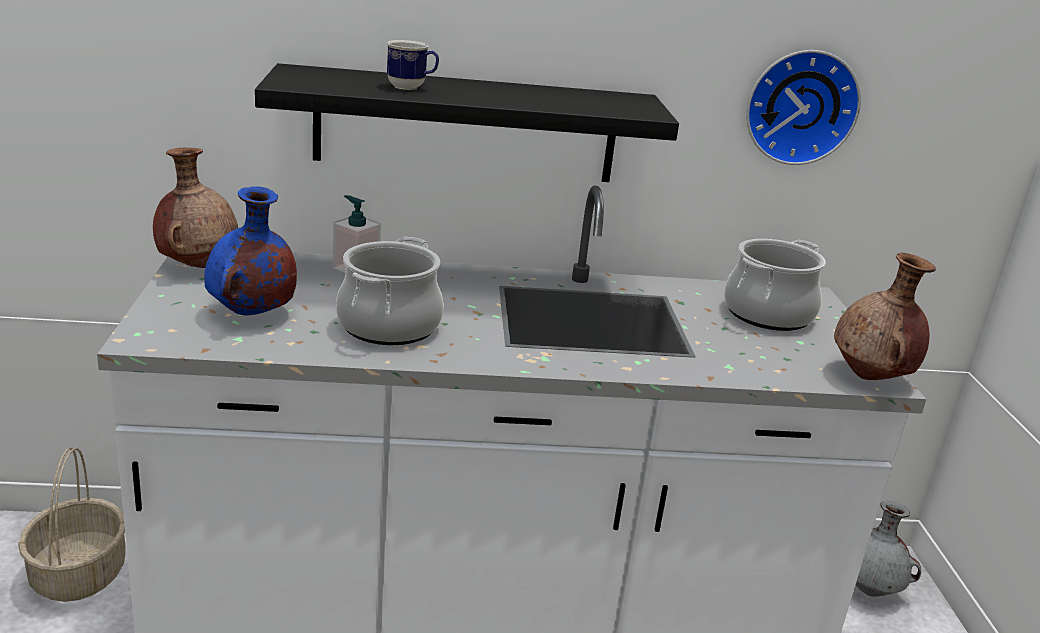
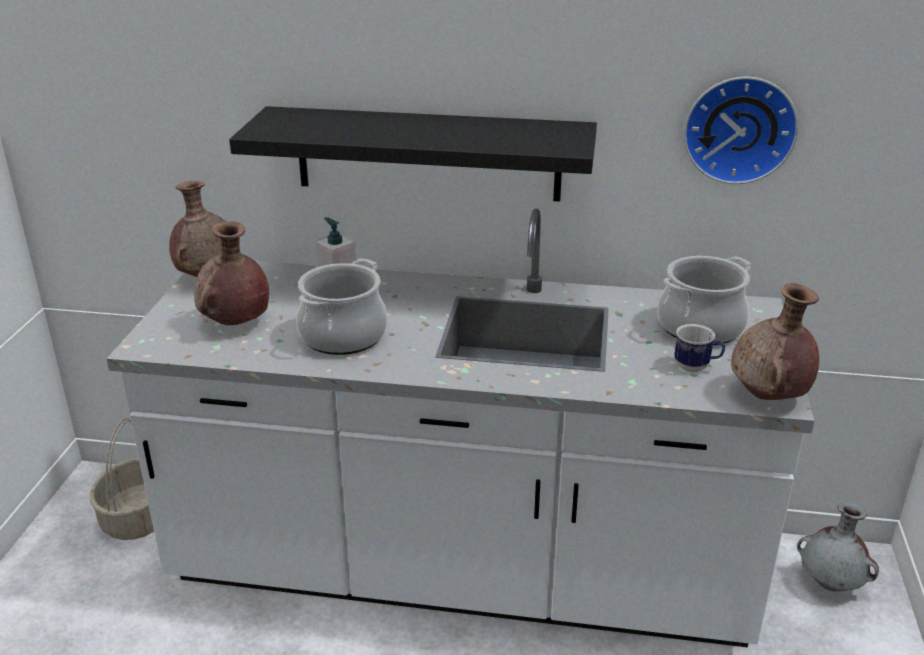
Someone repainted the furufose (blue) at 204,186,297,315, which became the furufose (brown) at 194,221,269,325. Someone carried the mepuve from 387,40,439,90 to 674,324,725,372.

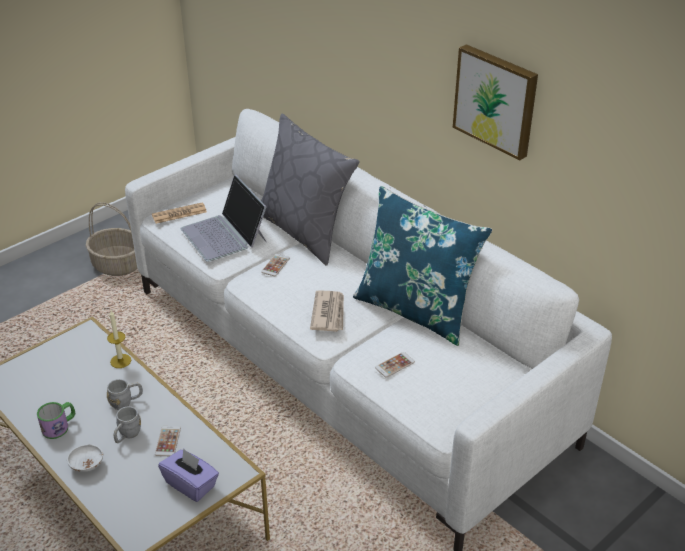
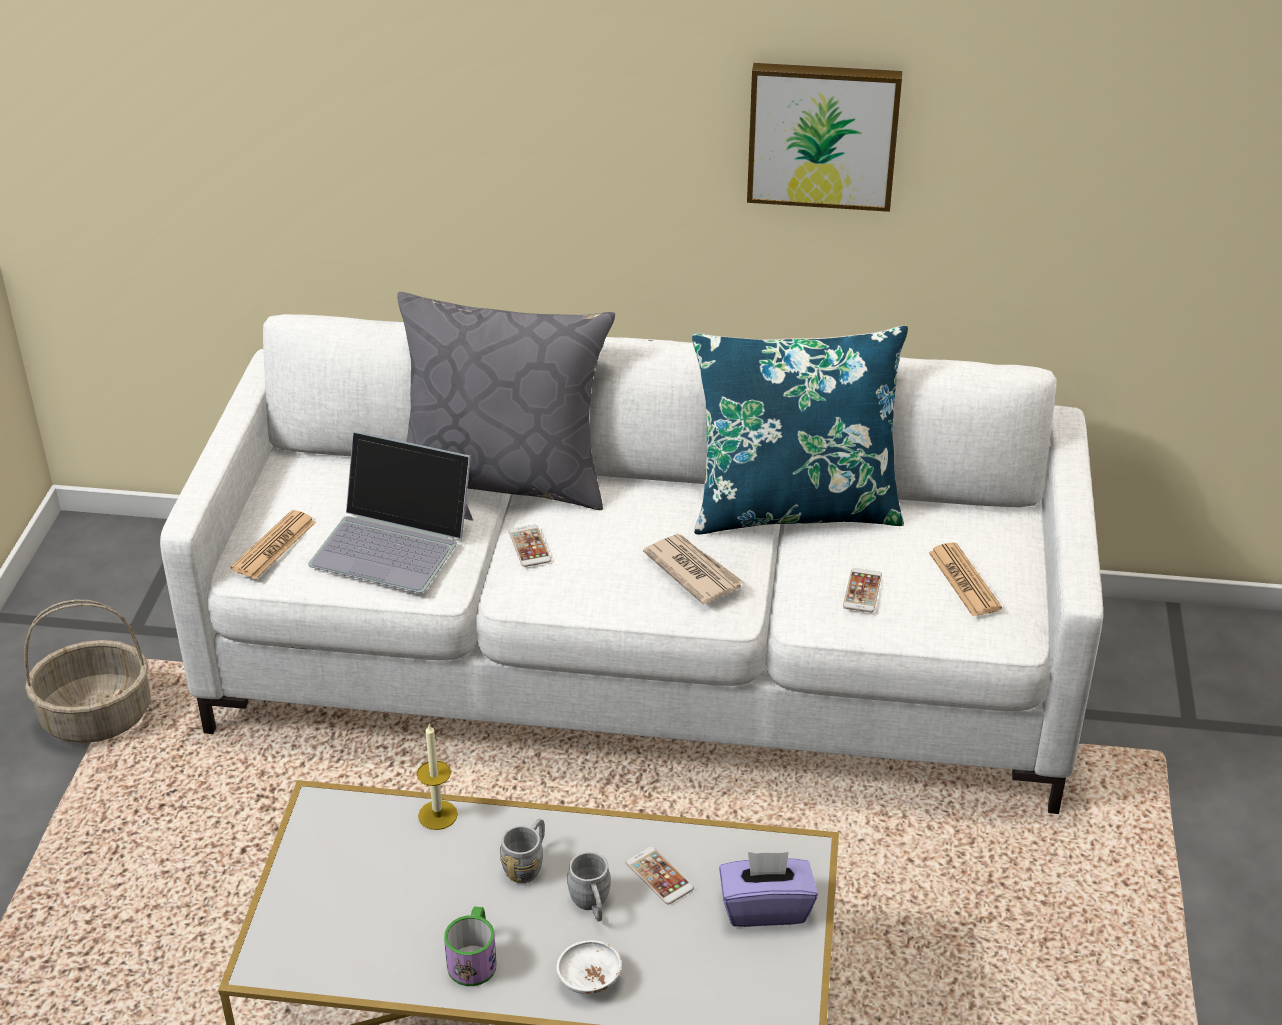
Someone put down the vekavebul at 928,543,1002,616.

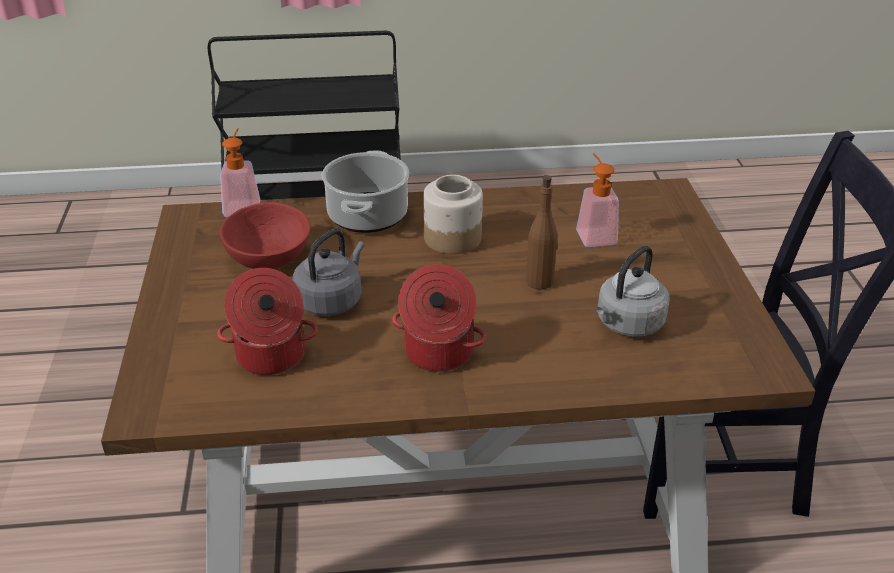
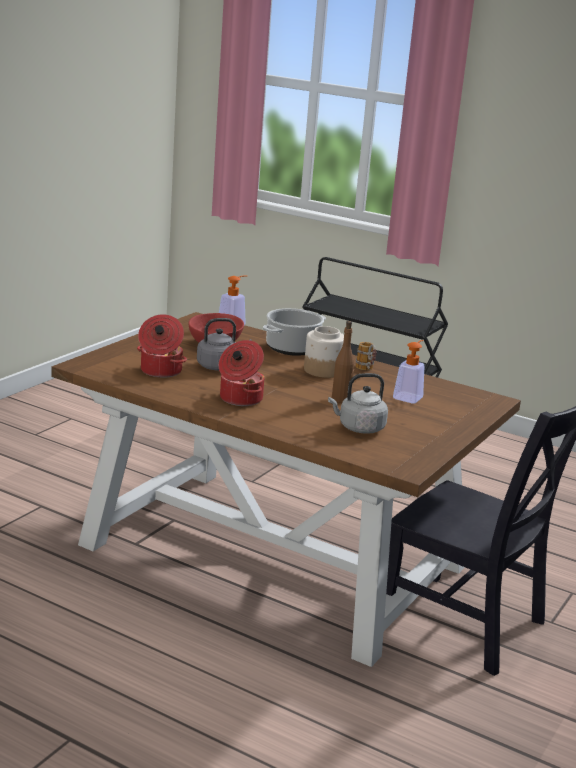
Someone put down the mepuve at 356,342,377,370.

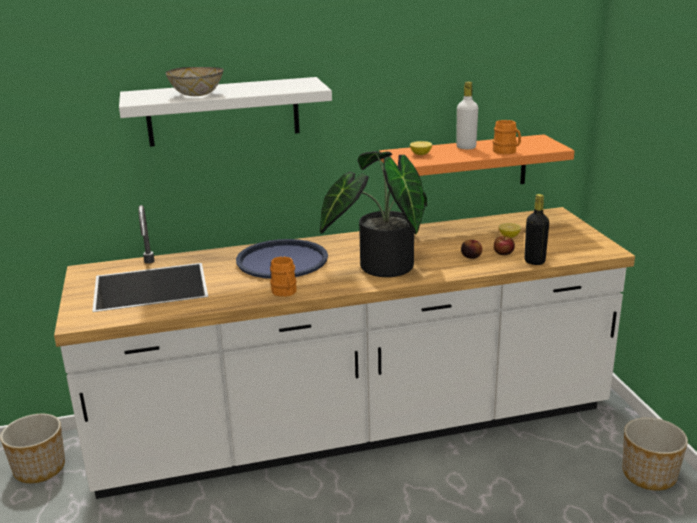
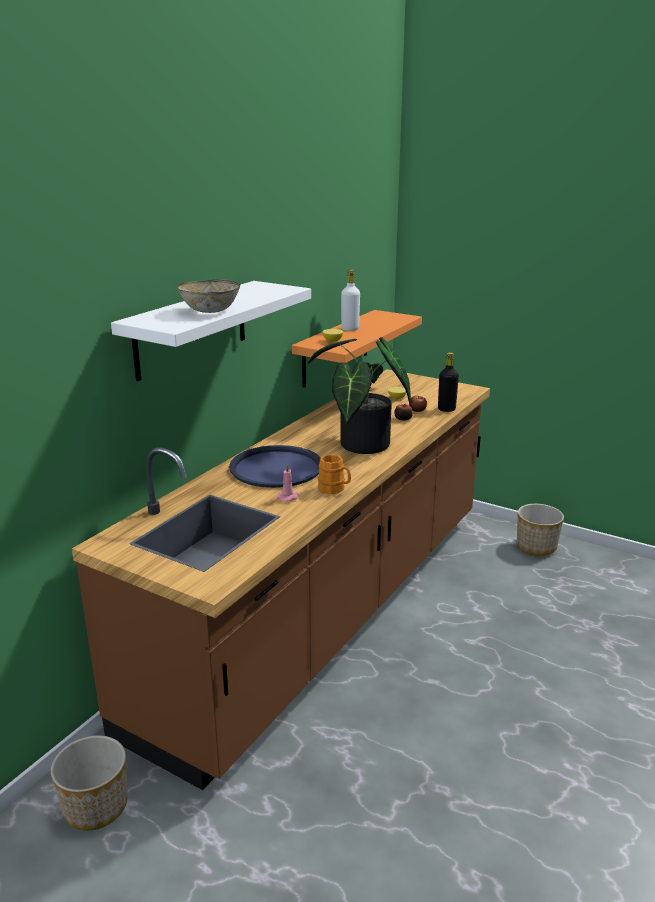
Someone repainted the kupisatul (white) at 54,205,635,499, which became the kupisatul (brown) at 72,369,490,790. Someone took away the mepuve (orange) at 493,120,521,154. Someone put down the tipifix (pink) at 277,464,299,502.

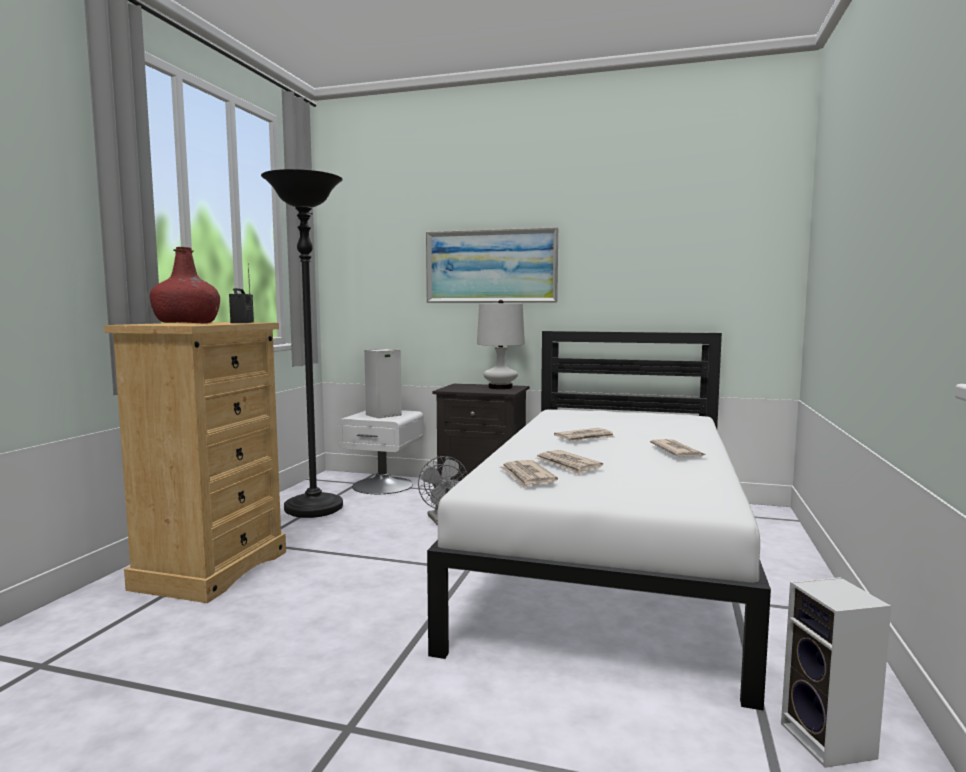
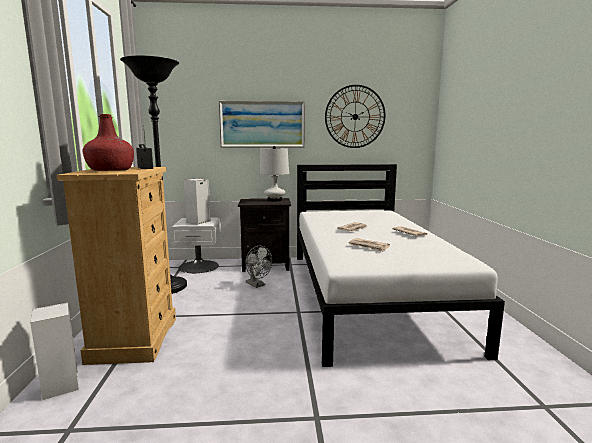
Someone took away the vekavebul at 500,460,558,488. Someone carried the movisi from 781,577,891,768 to 30,303,79,400. Someone put up the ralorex at 325,85,385,148.

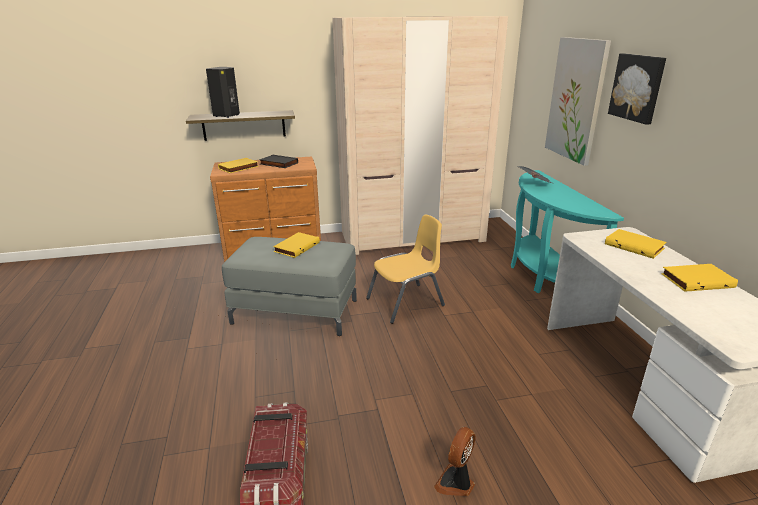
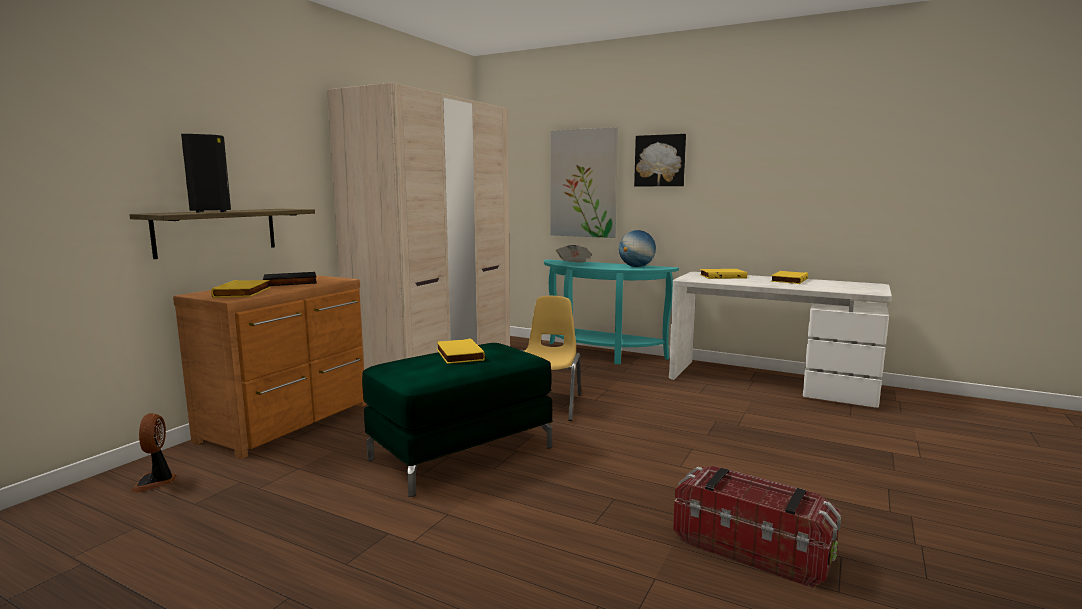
Someone repainted the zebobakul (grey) at 222,237,357,336, which became the zebobakul (green) at 362,343,553,497. Someone carried the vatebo from 434,427,476,496 to 131,413,177,493. Someone put down the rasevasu at 619,230,656,267.

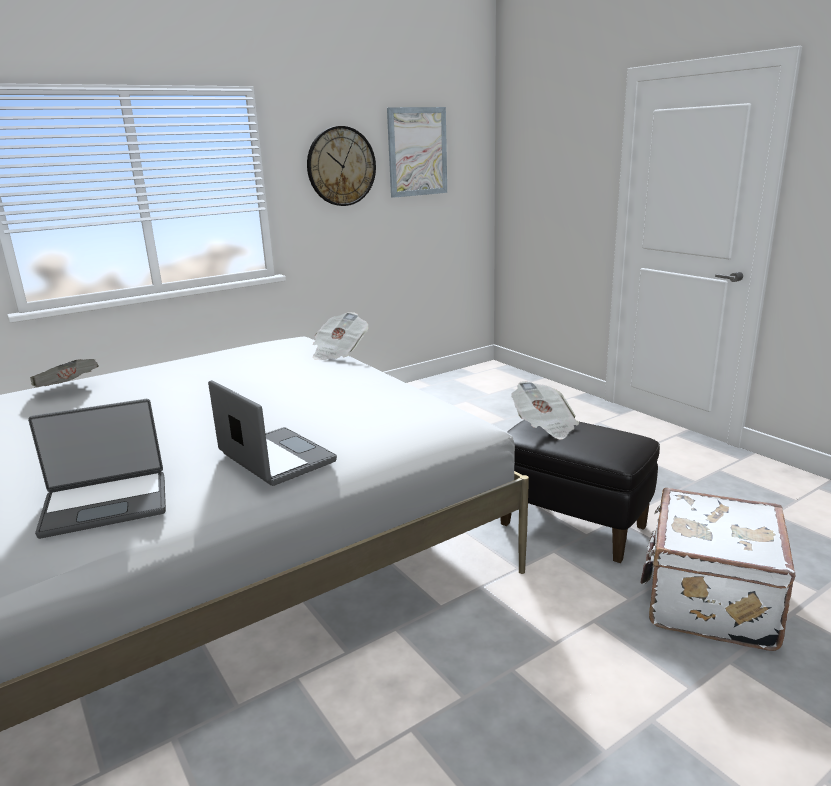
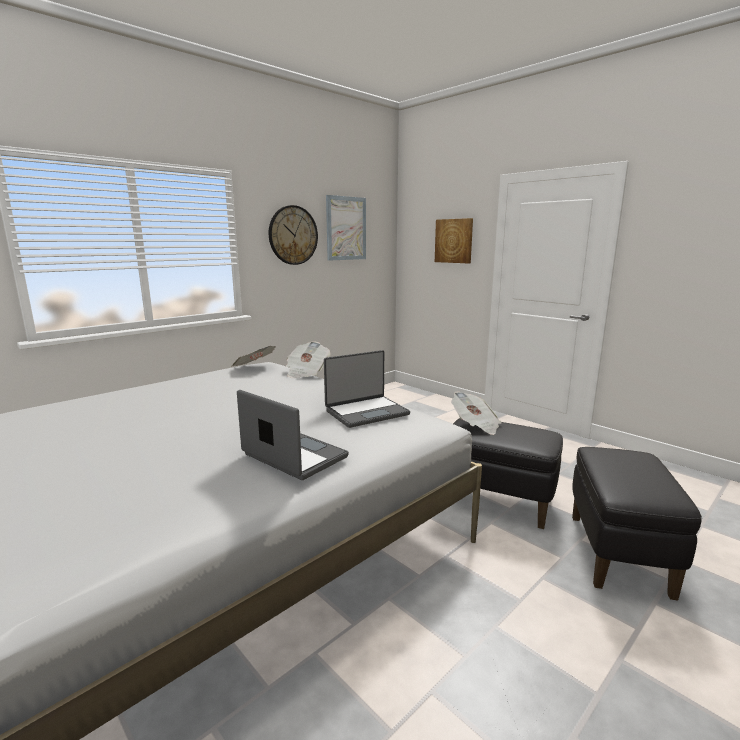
Someone carried the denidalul from 28,399,166,539 to 324,350,410,428. Someone carried the vekavebul from 30,359,99,387 to 232,346,276,366. Someone swapped the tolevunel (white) at 640,488,795,651 for the zebobakul (black) at 572,447,702,600. Someone put up the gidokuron at 435,218,473,263.

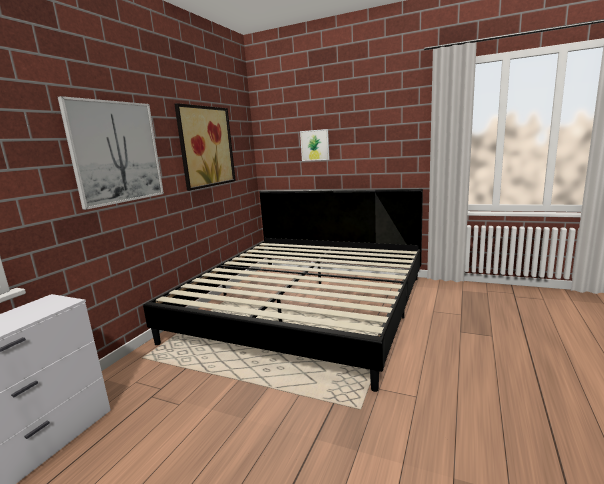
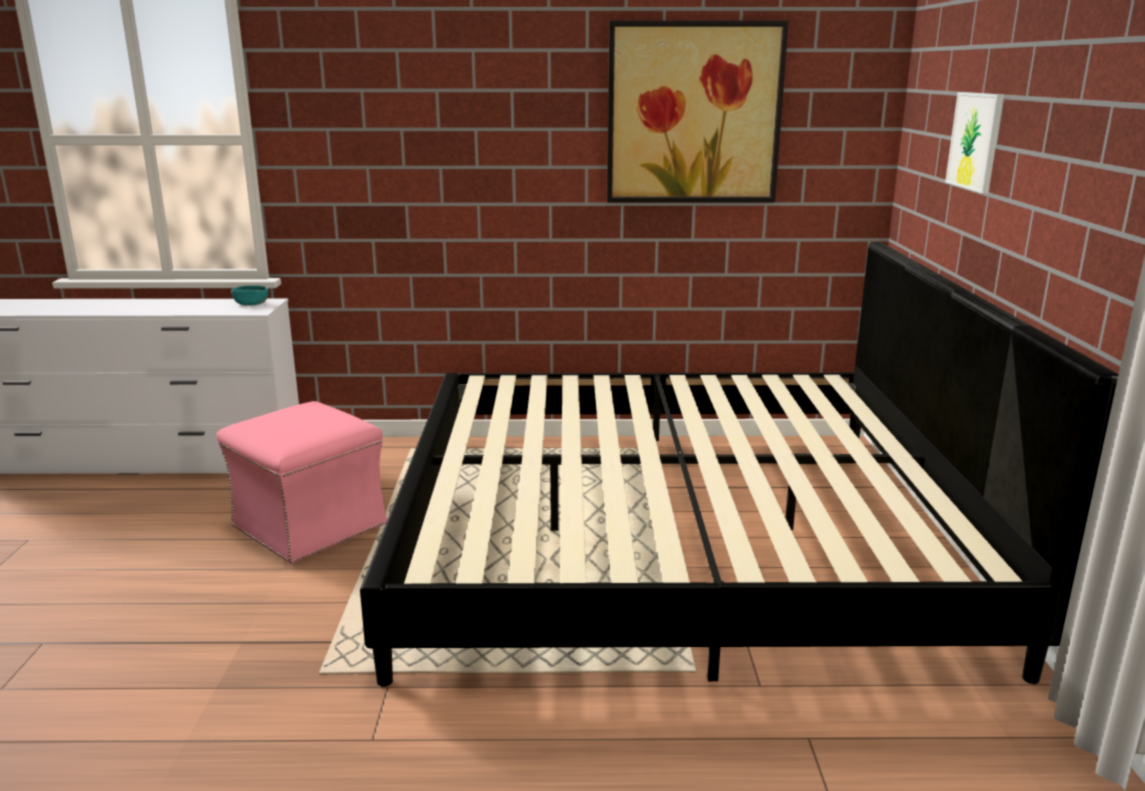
Someone took away the gidokuron at 58,96,164,210. Someone put down the zebobakul (pink) at 216,401,387,564. Someone put down the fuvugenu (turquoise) at 231,285,268,305.

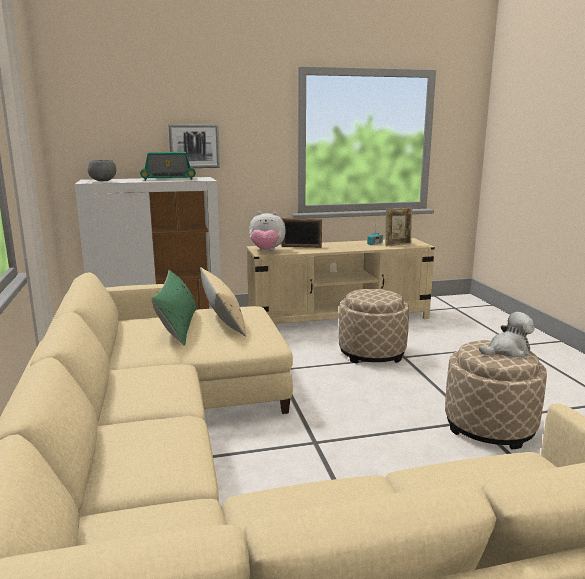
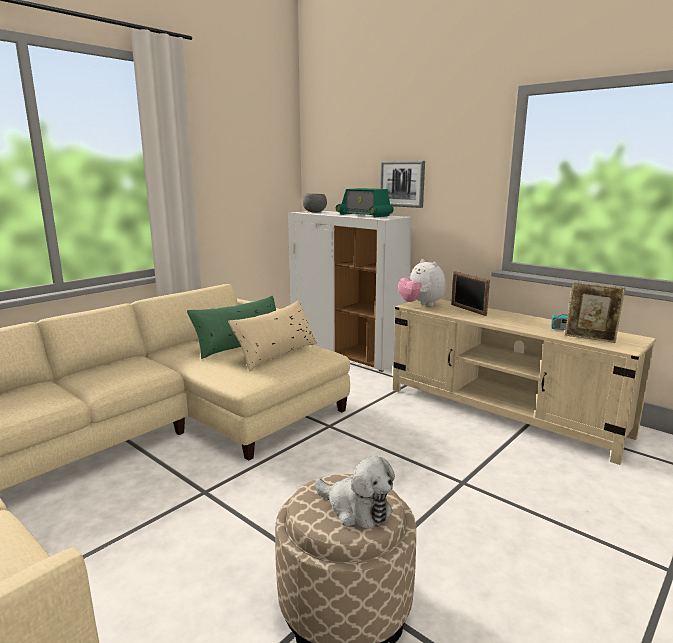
Someone took away the zebobakul (beige) at 339,289,409,364.

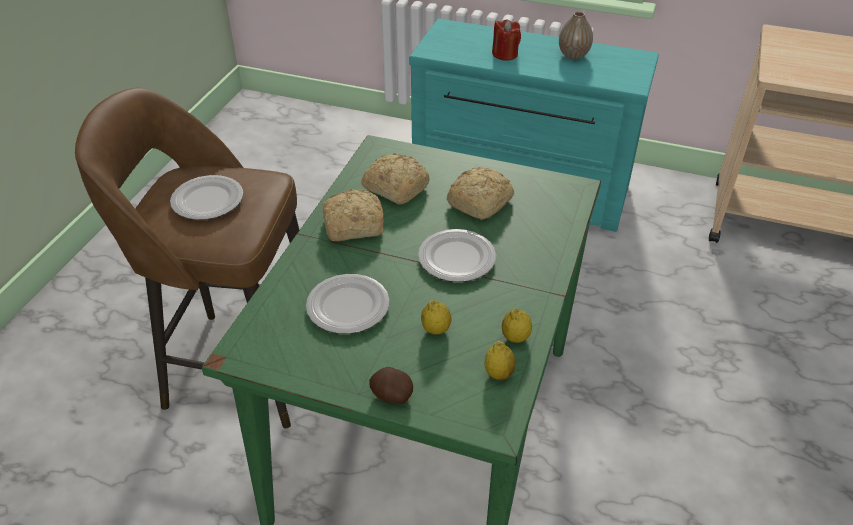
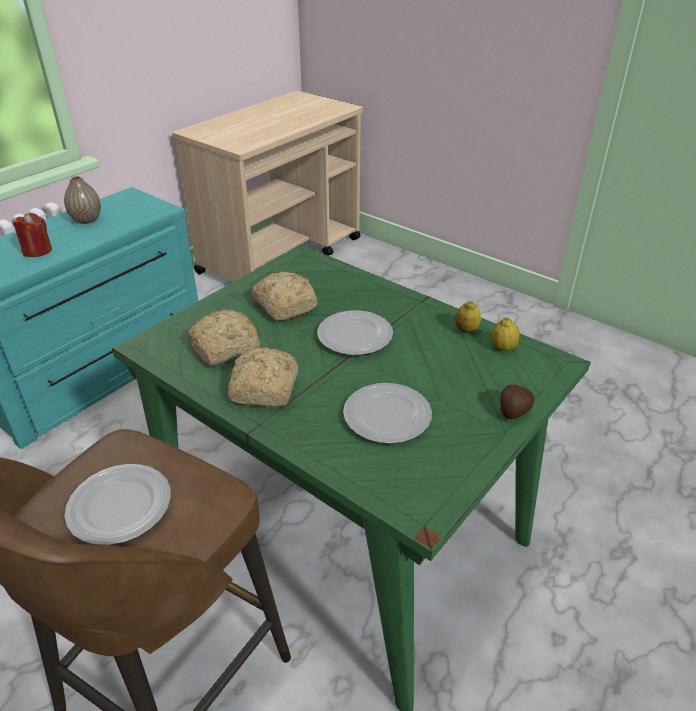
Someone took away the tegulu at 421,300,451,335.

